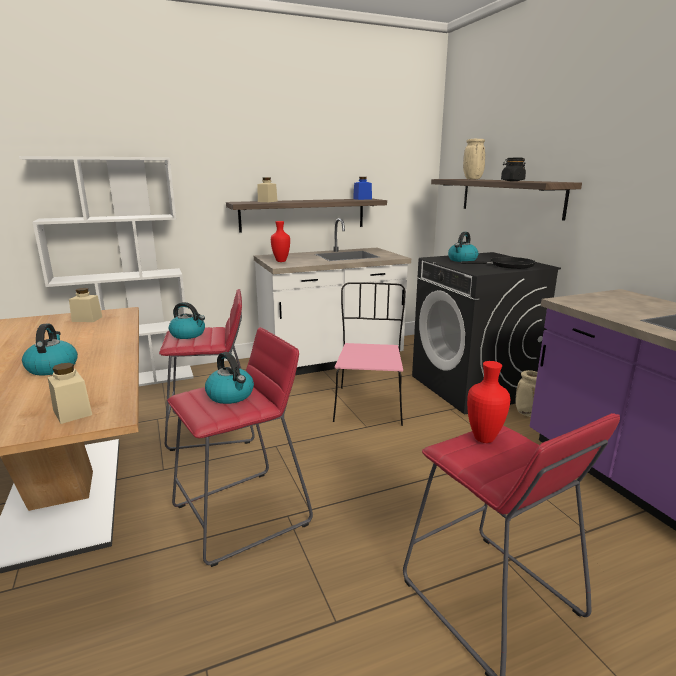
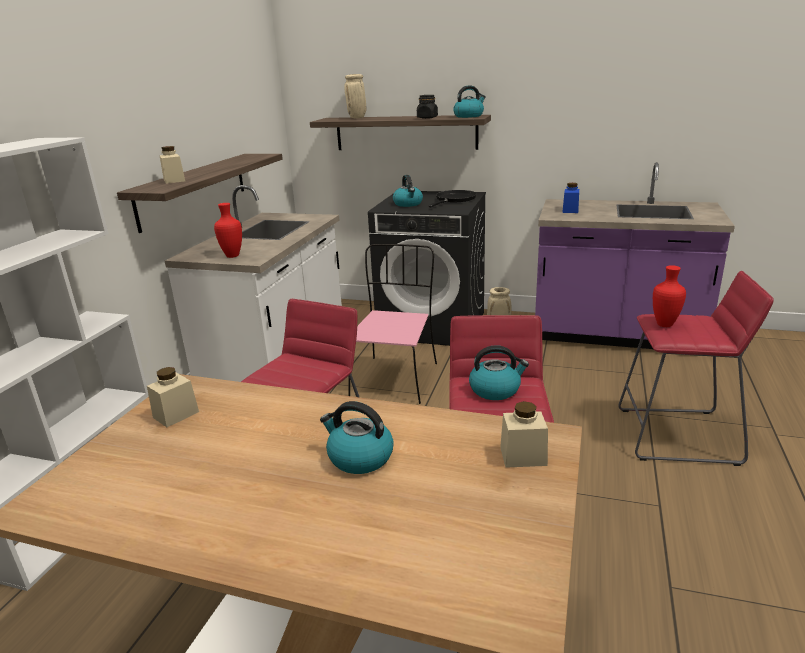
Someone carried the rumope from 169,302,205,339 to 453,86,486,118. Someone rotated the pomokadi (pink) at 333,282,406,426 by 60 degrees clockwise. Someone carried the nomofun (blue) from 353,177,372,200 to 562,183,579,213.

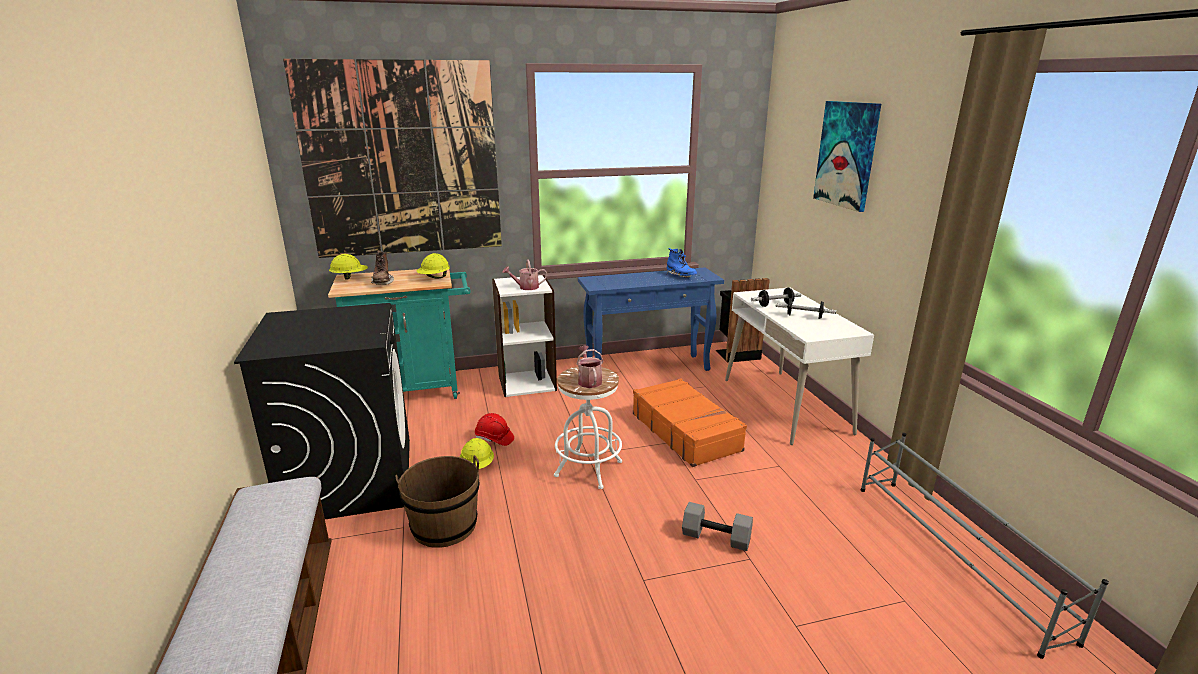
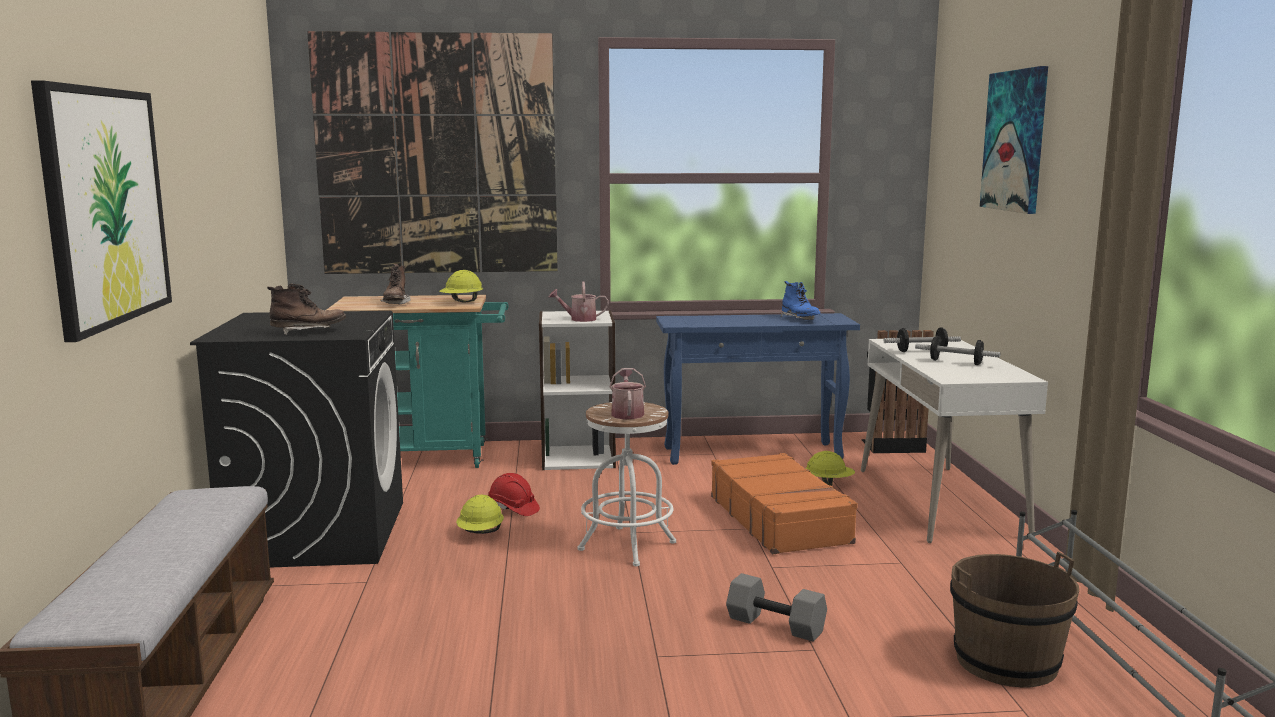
Someone carried the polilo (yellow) from 329,254,368,280 to 805,451,855,486. Someone carried the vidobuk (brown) from 395,455,480,548 to 950,552,1079,687. Someone put up the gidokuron at 31,81,172,342. Someone put down the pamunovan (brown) at 267,284,346,335.

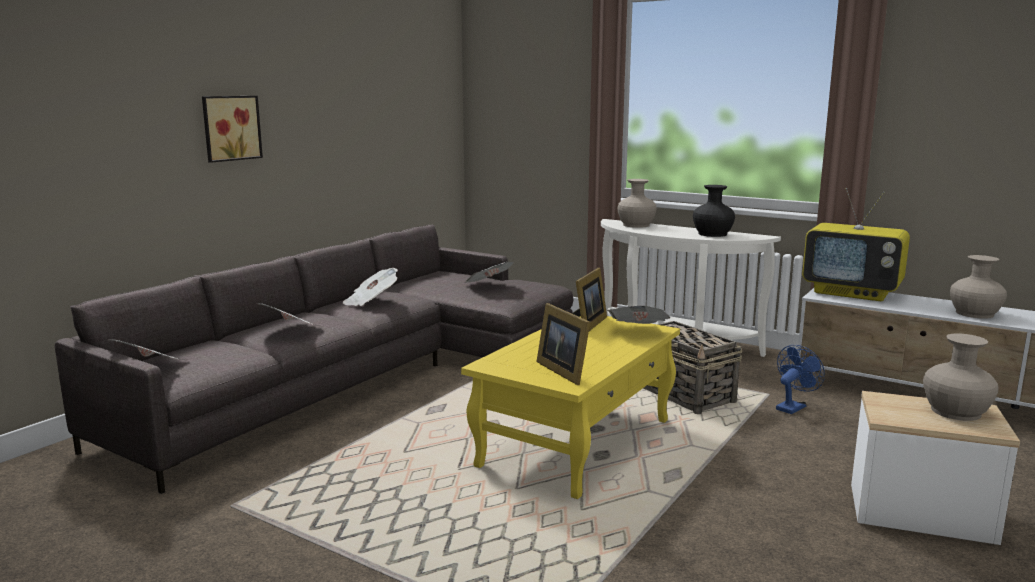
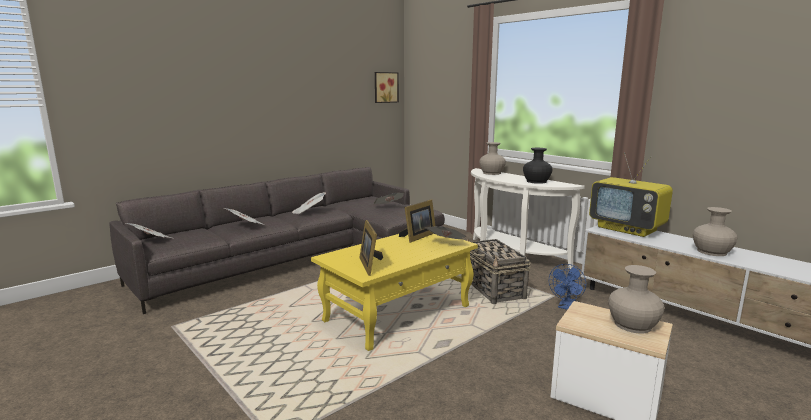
Someone carried the gidokuron from 202,96,263,163 to 375,72,399,103. Someone rotated the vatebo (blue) at 776,345,825,414 by 150 degrees clockwise.

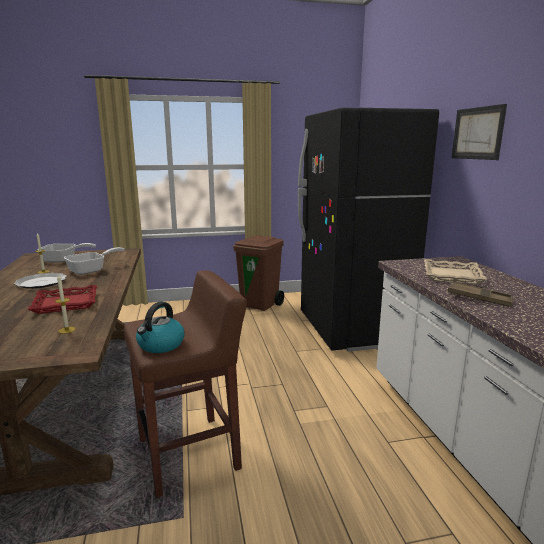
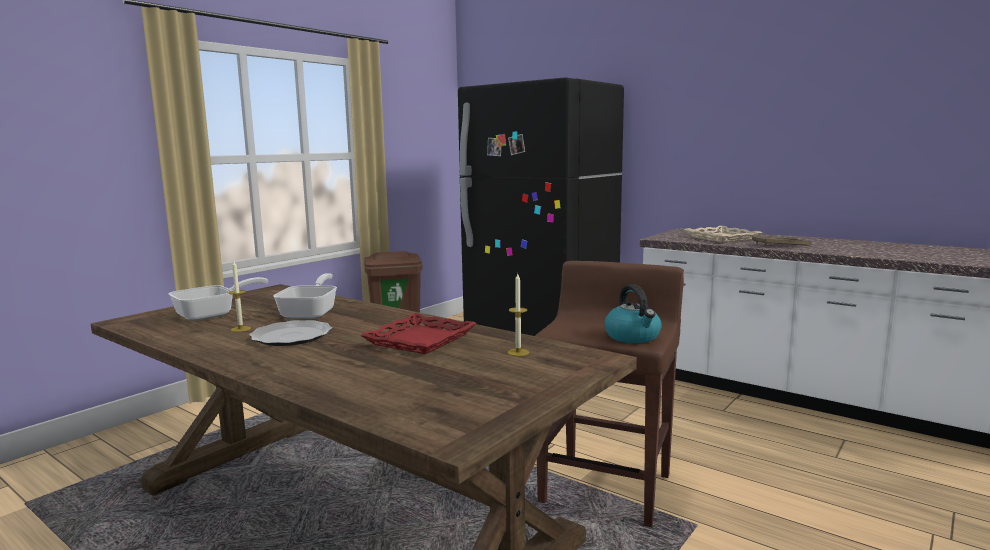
Someone took away the gidokuron at 452,104,507,160.

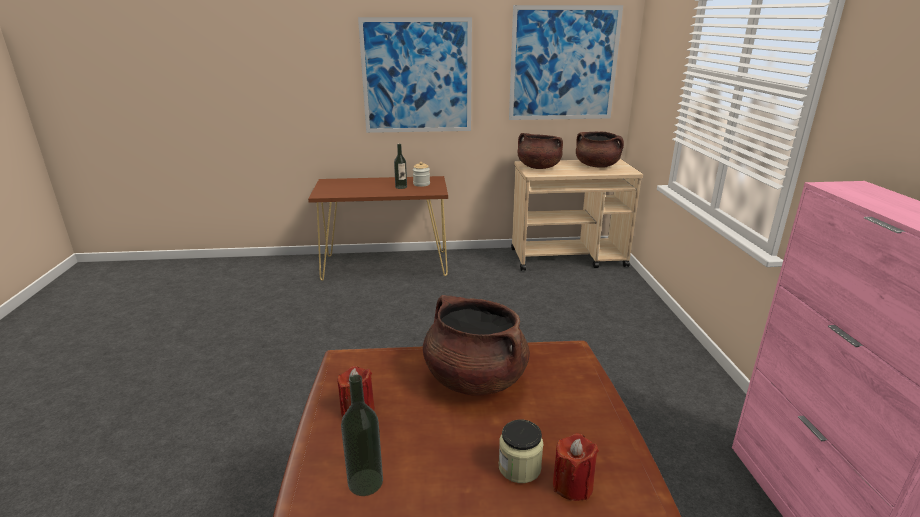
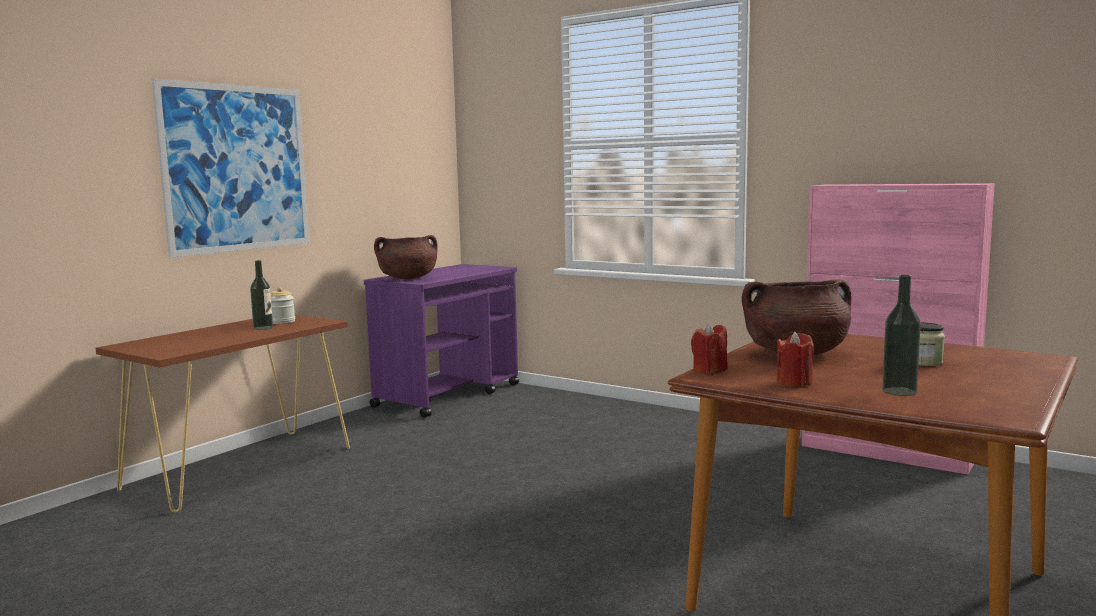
Someone took away the gidokuron at 509,5,623,120. Someone repainted the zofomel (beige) at 511,159,643,271, which became the zofomel (purple) at 364,264,519,418. Someone carried the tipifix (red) from 553,433,599,501 to 691,323,728,373. Someone took away the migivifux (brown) at 576,132,624,168.

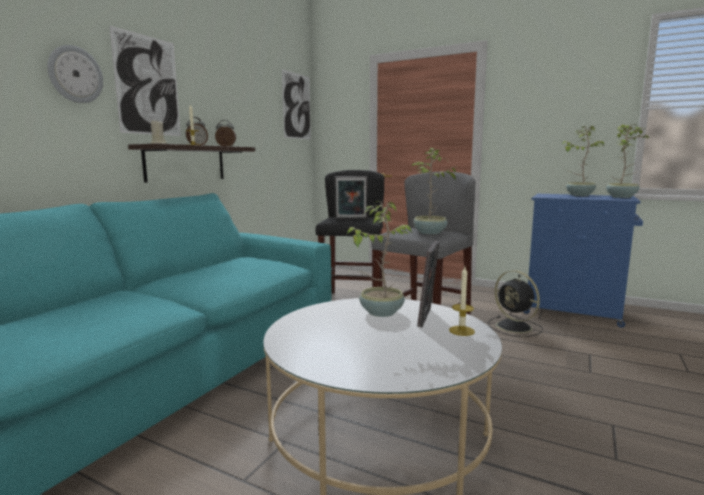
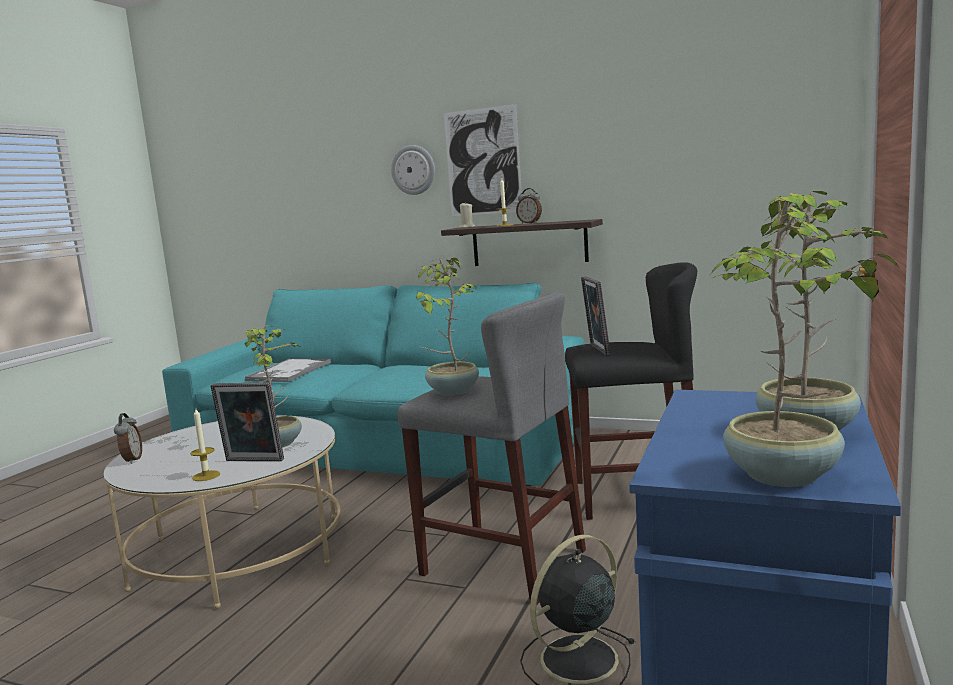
Someone carried the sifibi from 215,120,236,146 to 114,413,142,464. Someone took away the gidokuron at 282,69,311,140. Someone put down the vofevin at 245,359,331,382.

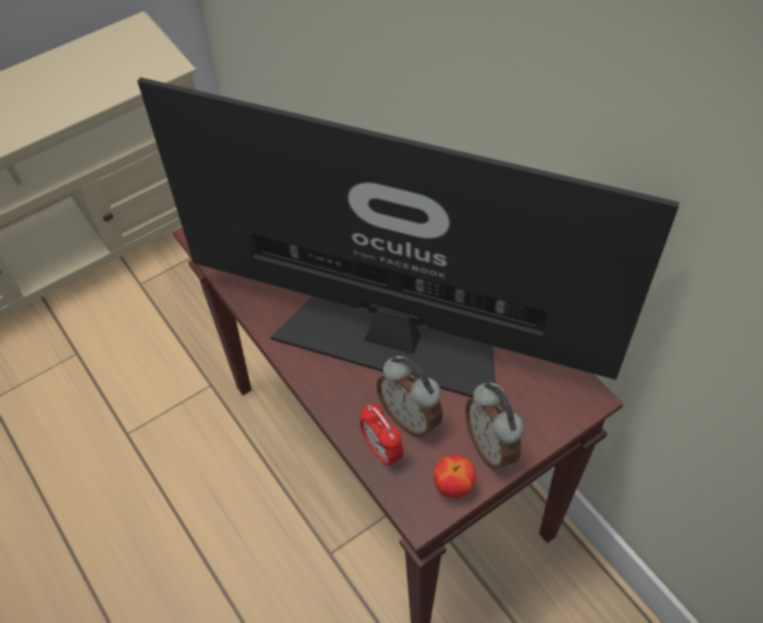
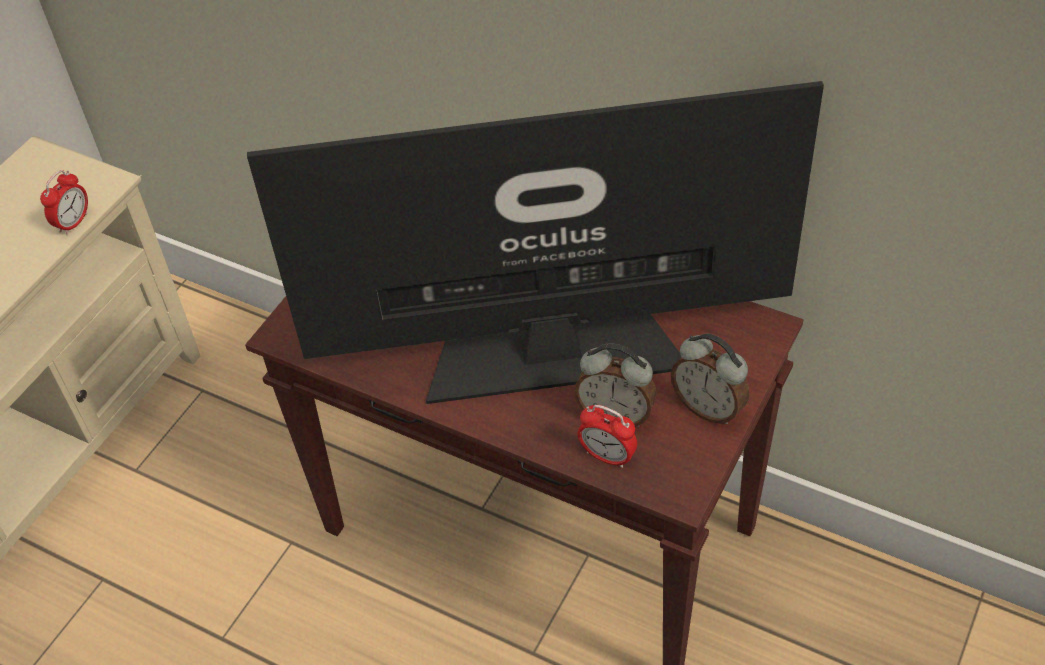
Someone took away the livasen at 434,455,476,498. Someone put down the sifibi at 40,170,88,235.

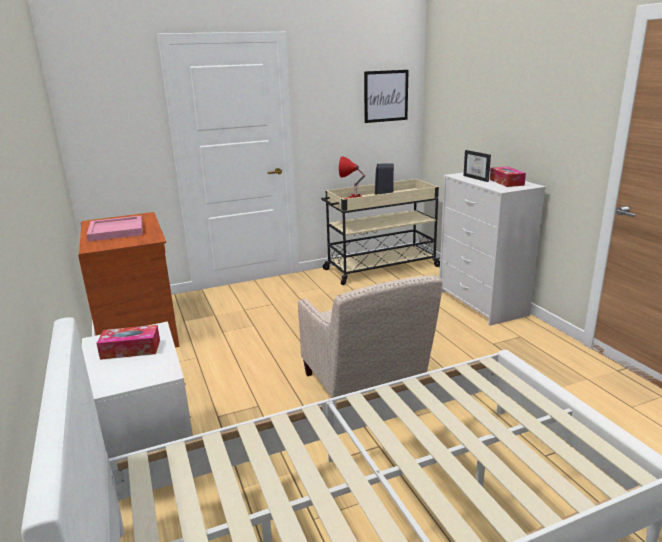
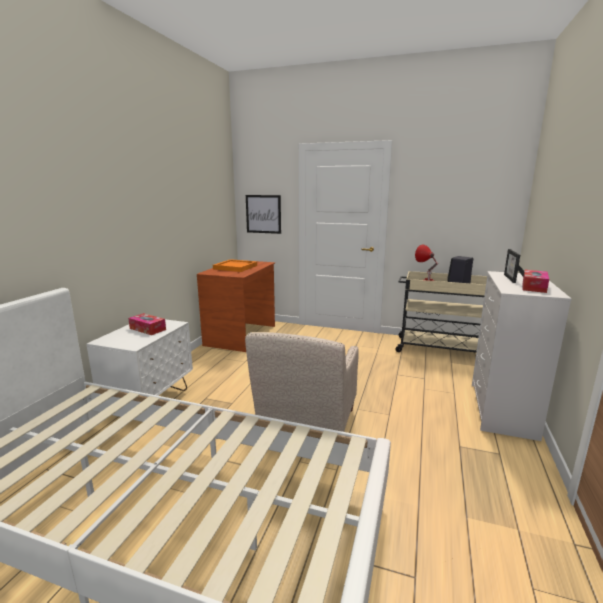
Someone repainted the vofevin (pink) at 86,216,143,242, which became the vofevin (orange) at 213,259,257,272. Someone carried the gidokuron from 364,70,409,123 to 246,195,281,234.

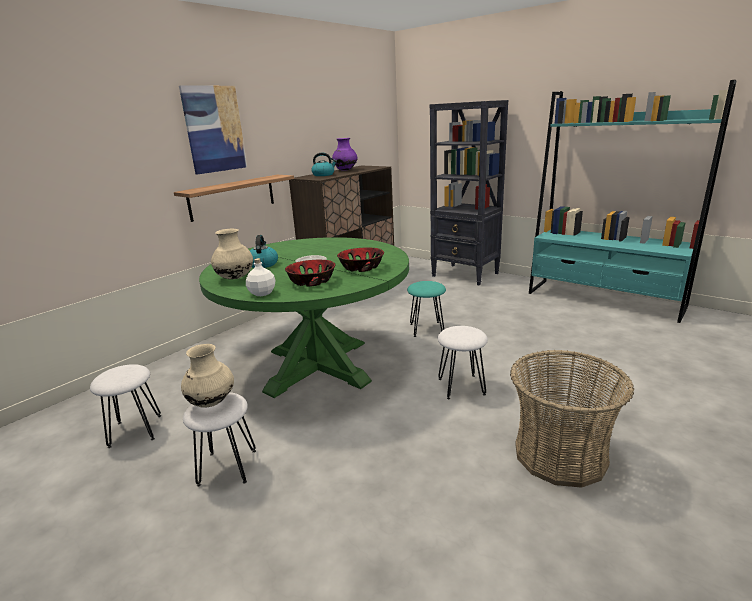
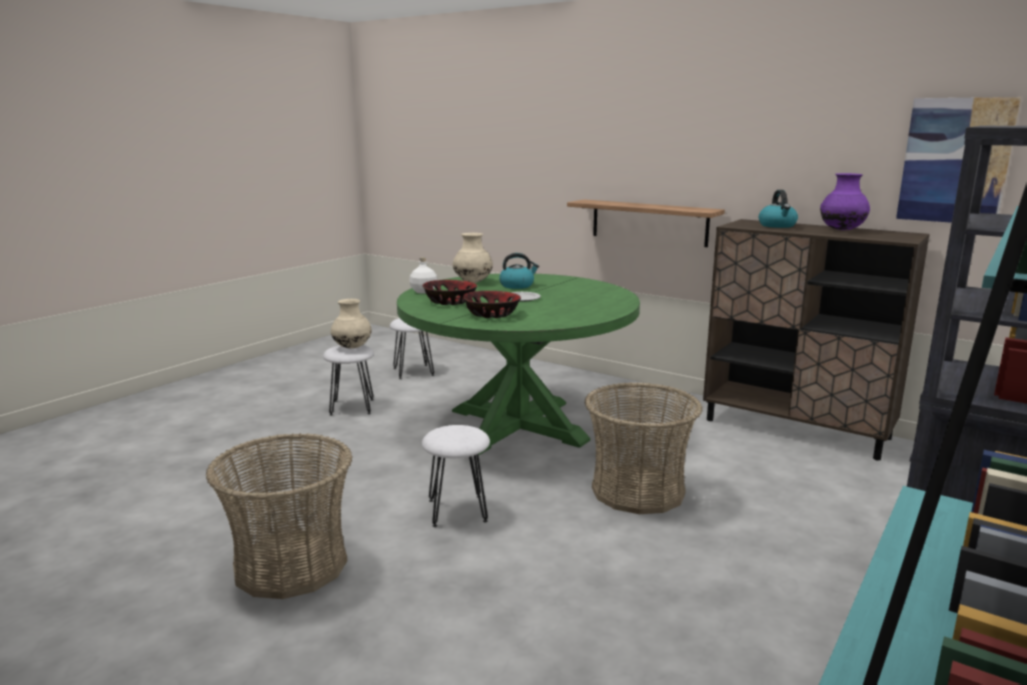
Someone carried the gidokuron from 179,85,247,175 to 896,97,1021,223. Someone swapped the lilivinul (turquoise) at 407,281,446,337 for the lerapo at 584,382,702,514.

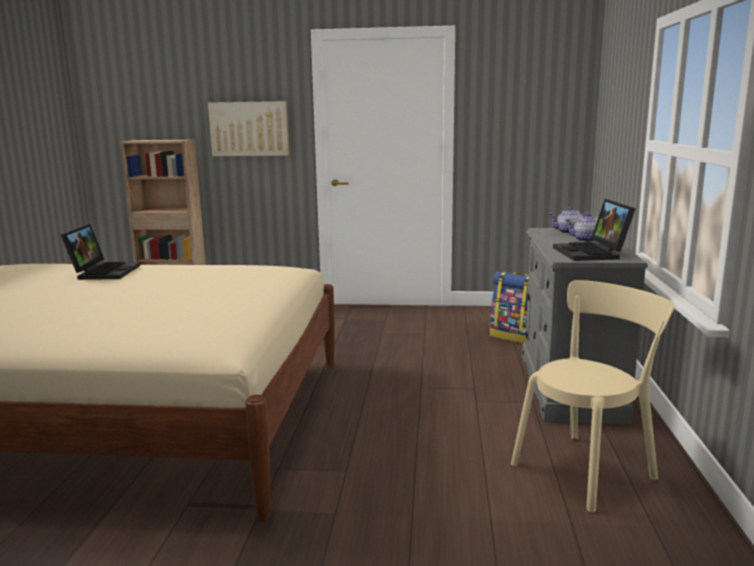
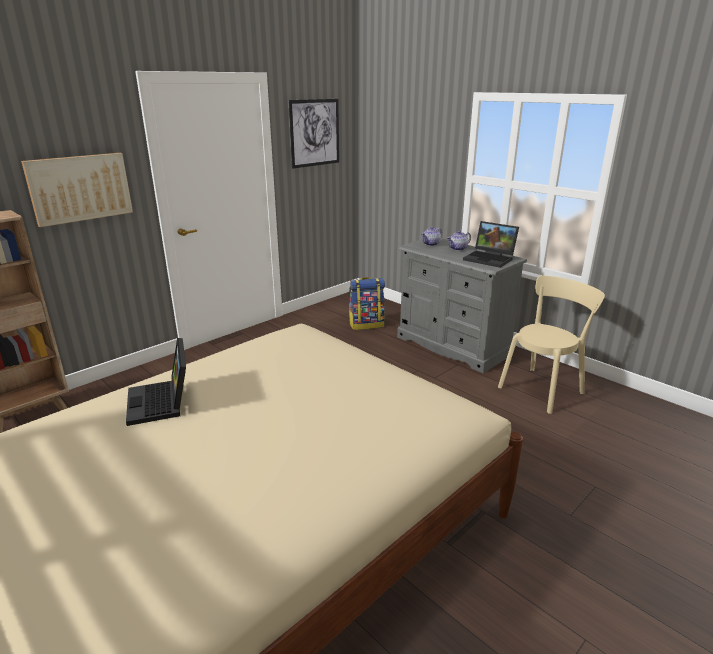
Someone rotated the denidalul at 61,224,140,280 by 150 degrees counterclockwise. Someone rotated the pomokadi (beige) at 511,280,674,513 by 45 degrees clockwise. Someone put up the gidokuron at 289,99,339,168.

